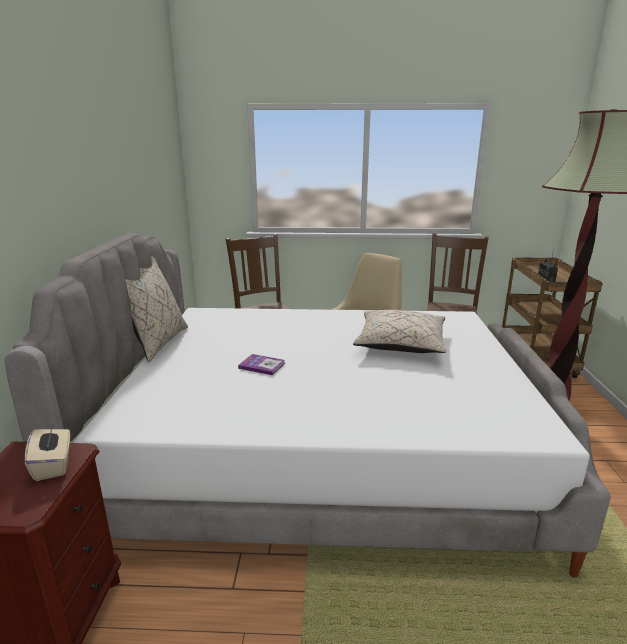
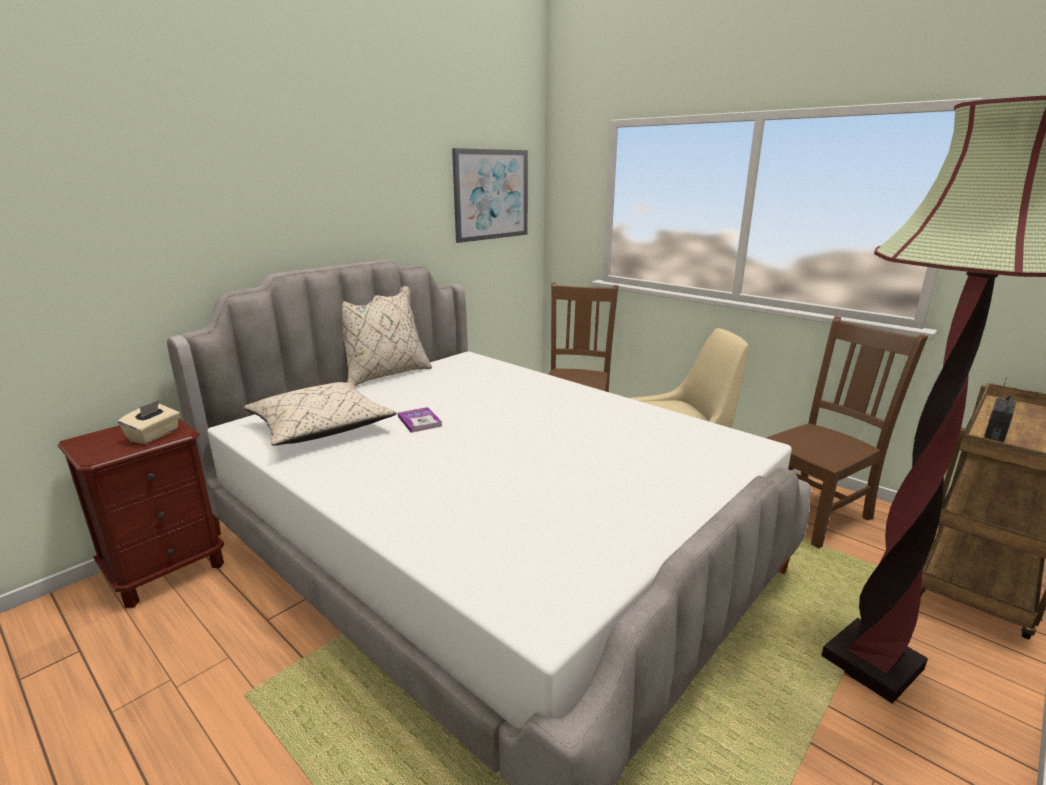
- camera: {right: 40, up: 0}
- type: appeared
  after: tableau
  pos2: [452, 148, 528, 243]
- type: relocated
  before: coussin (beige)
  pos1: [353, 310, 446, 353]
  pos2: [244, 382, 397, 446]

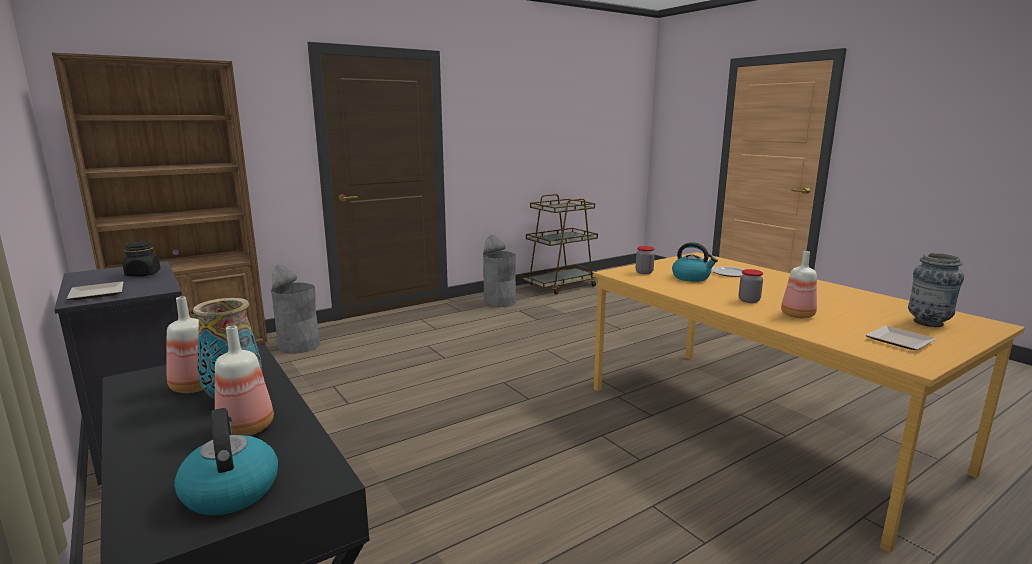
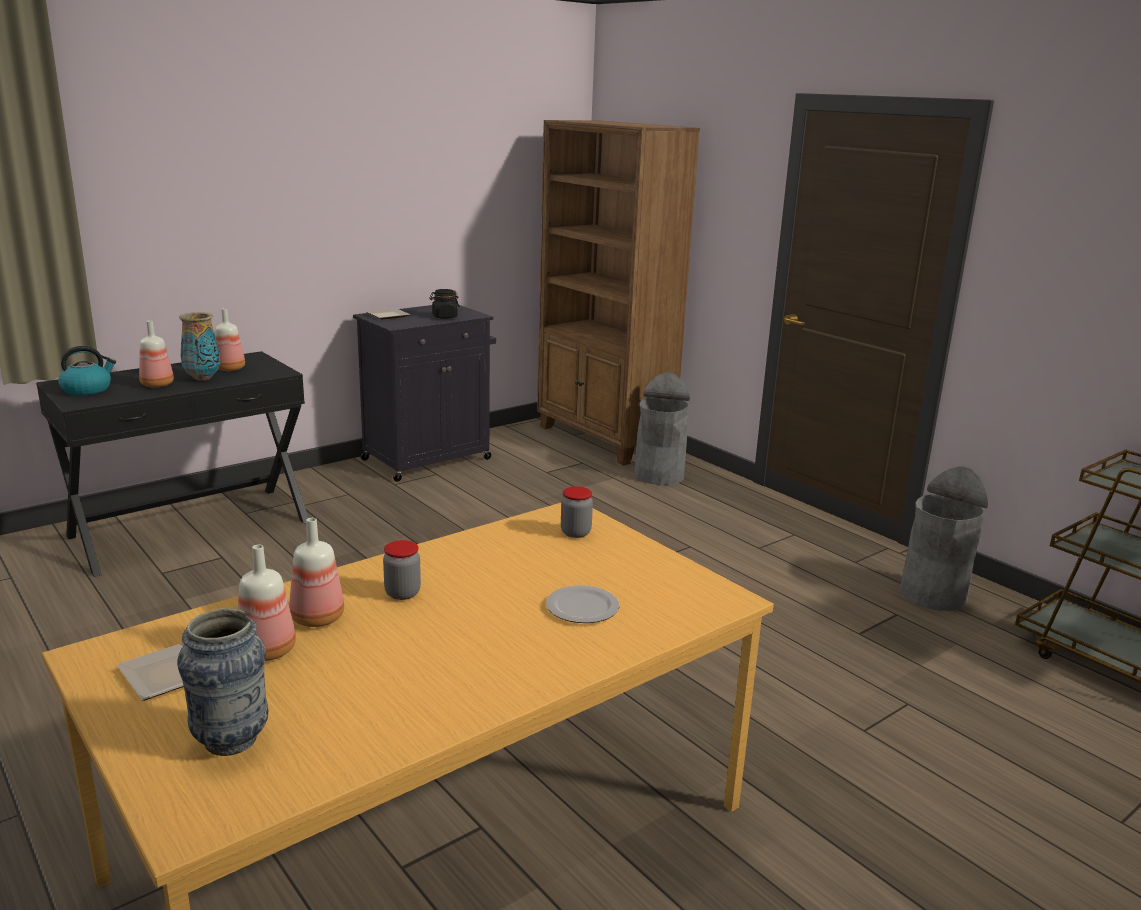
- camera: {right: 85, up: 5}
- type: missing
  before: bouilloire
  pos1: [672, 242, 718, 282]
- type: appeared
  after: bouteille
  pos2: [238, 545, 296, 661]

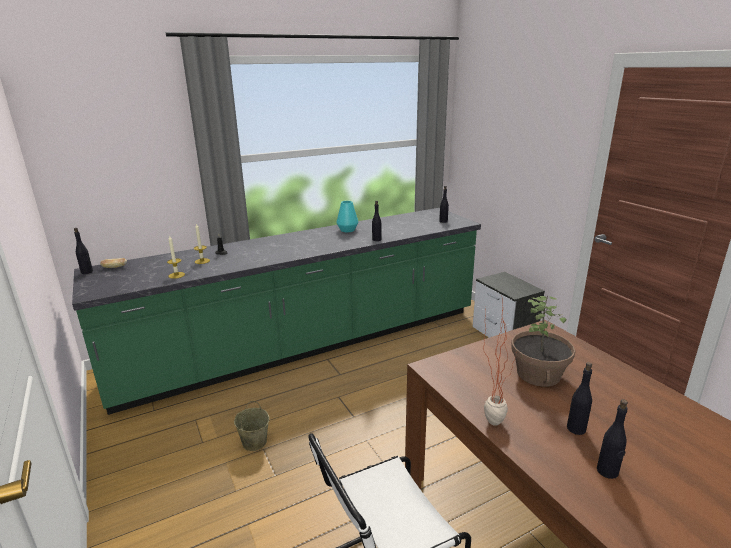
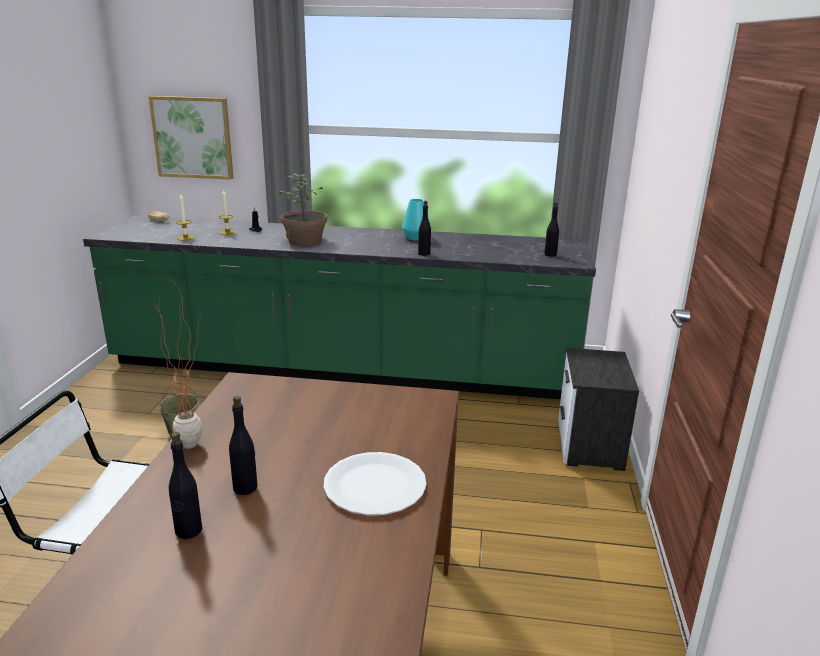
- camera: {right: 35, up: 0}
- type: missing
  before: bouteille (noir)
  pos1: [74, 228, 93, 274]
- type: appeared
  after: tableau
  pos2: [149, 96, 234, 180]
- type: appeared
  after: assiette (blanc)
  pos2: [324, 452, 426, 515]
- type: relocated
  before: plante en pot
  pos1: [511, 296, 575, 387]
  pos2: [279, 173, 327, 246]

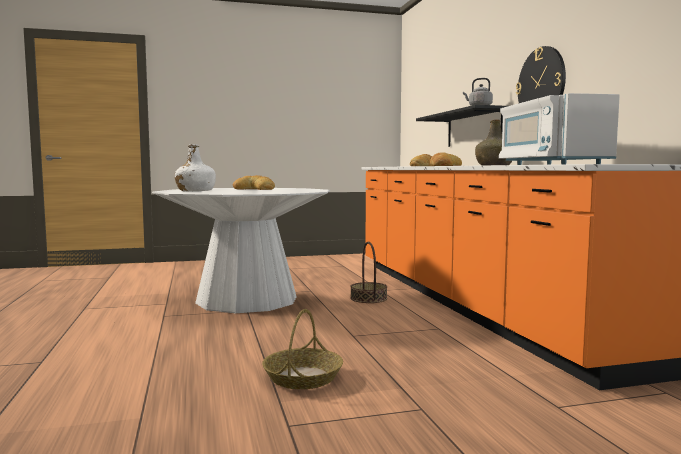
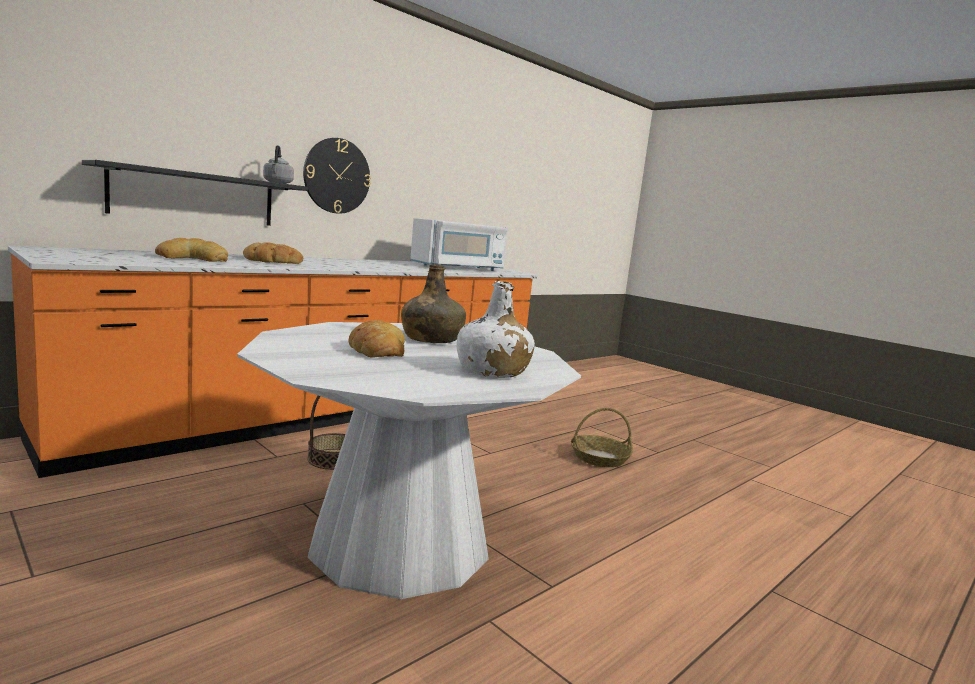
- camera: {right: -120, up: 5}
- type: relocated
  before: bouteille (vert)
  pos1: [475, 120, 512, 165]
  pos2: [401, 265, 466, 343]

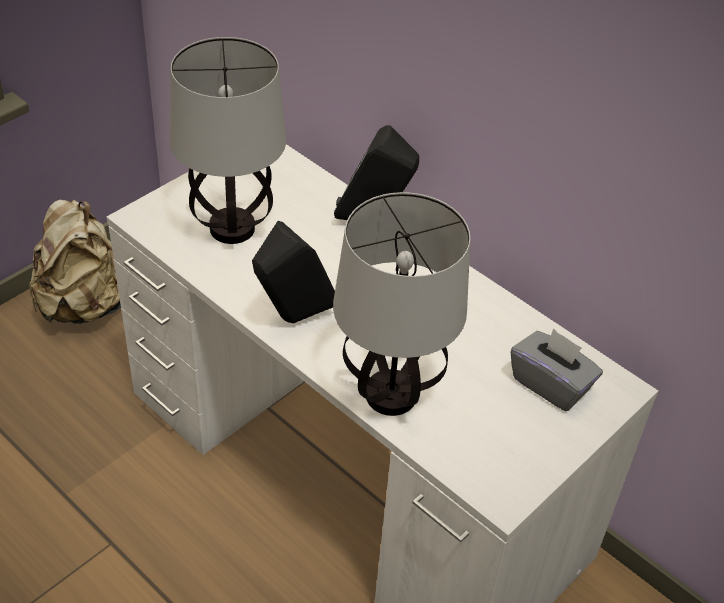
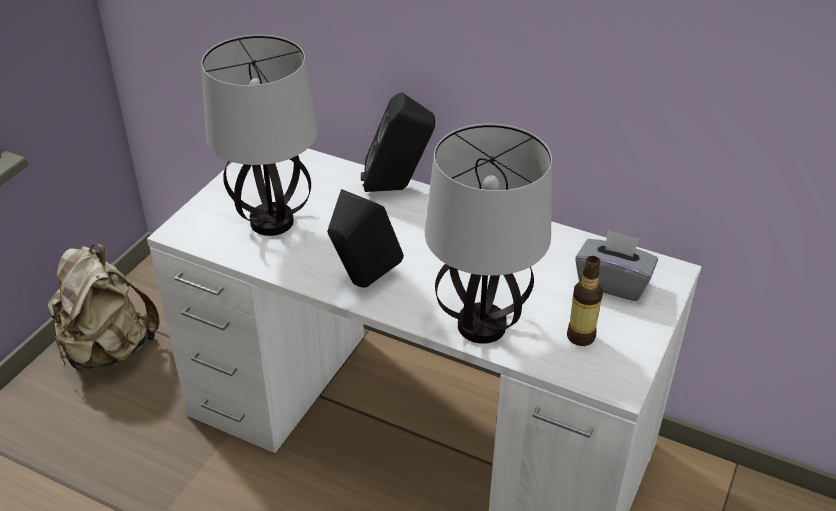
- camera: {right: -15, up: -5}
- type: appeared
  after: bouteille
  pos2: [567, 256, 603, 346]

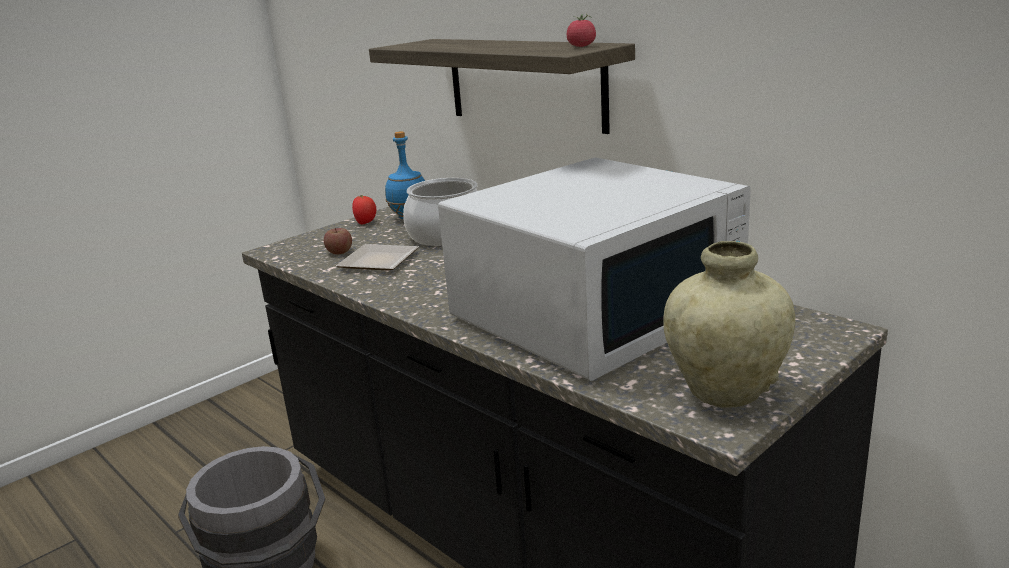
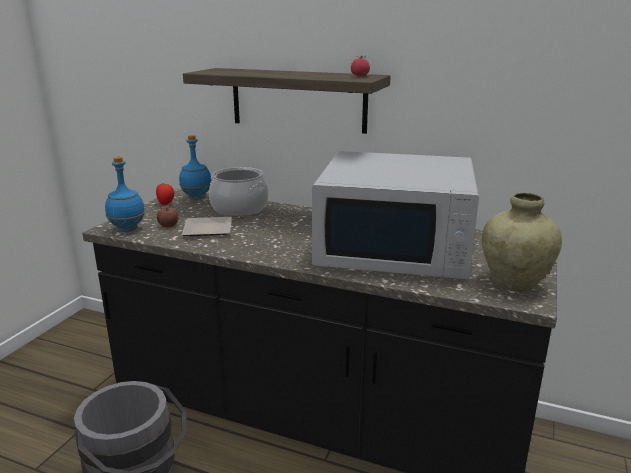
- camera: {right: -25, up: 0}
- type: appeared
  after: bouteille (bleu)
  pos2: [105, 157, 145, 232]
- type: spun
  before: micro-ondes (blanc)
  pos1: [438, 158, 751, 381]
  pos2: [312, 151, 479, 279]
  turn: 75

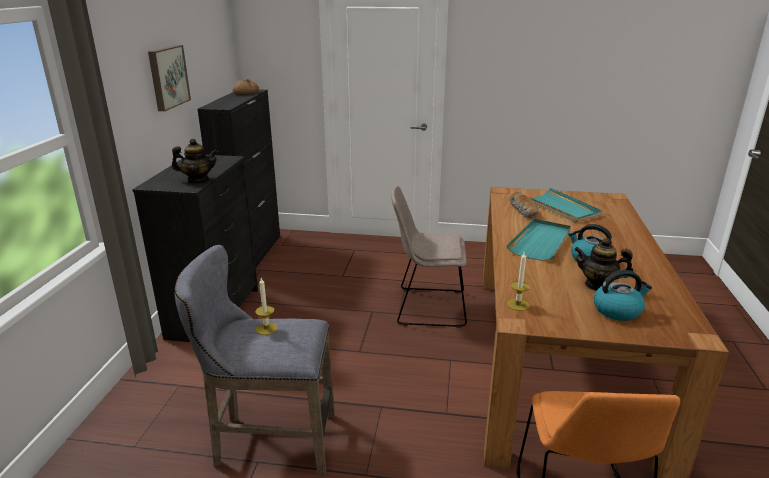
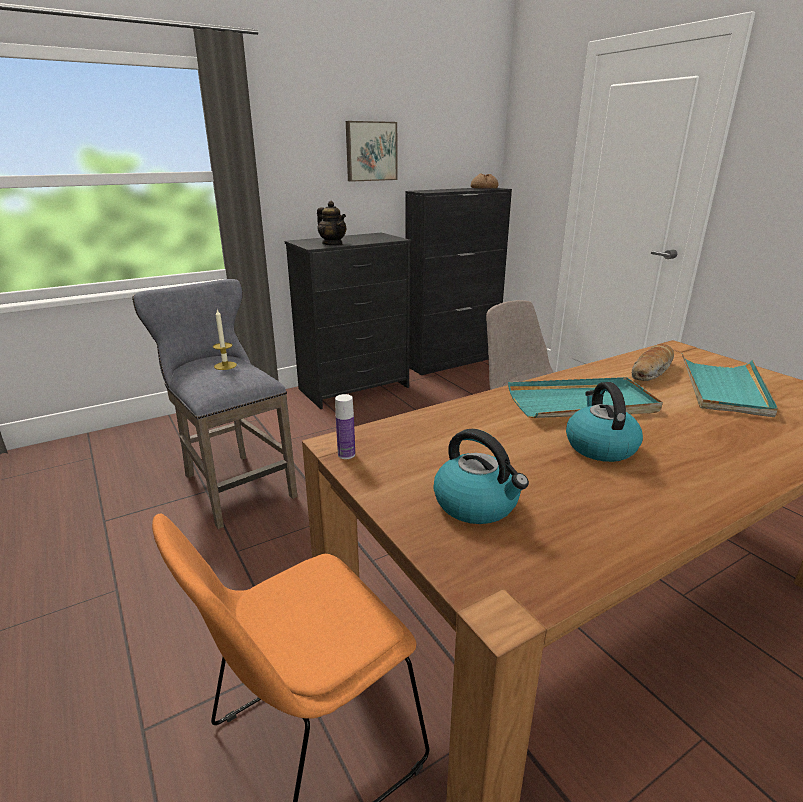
- camera: {right: 50, up: 0}
- type: missing
  before: bougie
  pos1: [507, 252, 530, 311]
- type: missing
  before: théière
  pos1: [574, 238, 633, 291]
- type: appeared
  after: bouteille
  pos2: [335, 394, 355, 459]

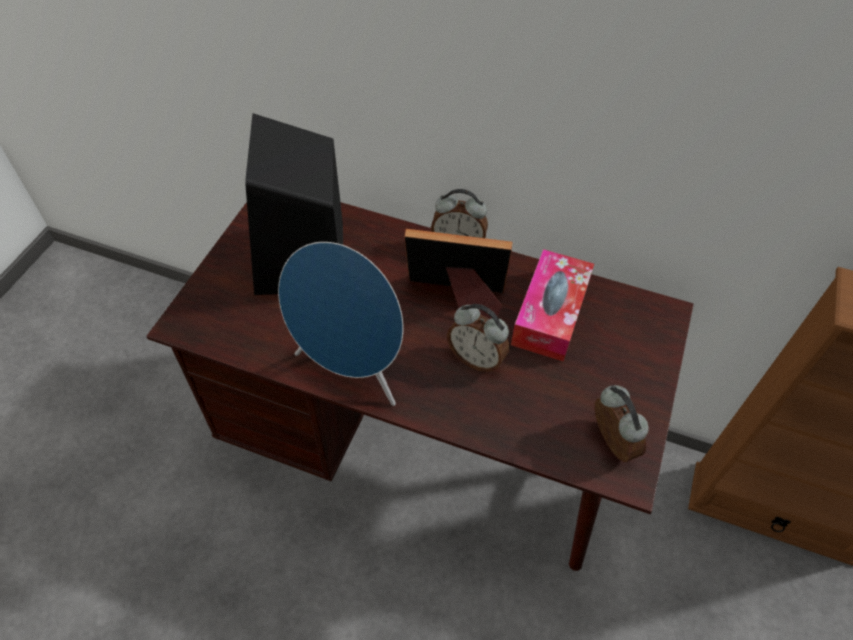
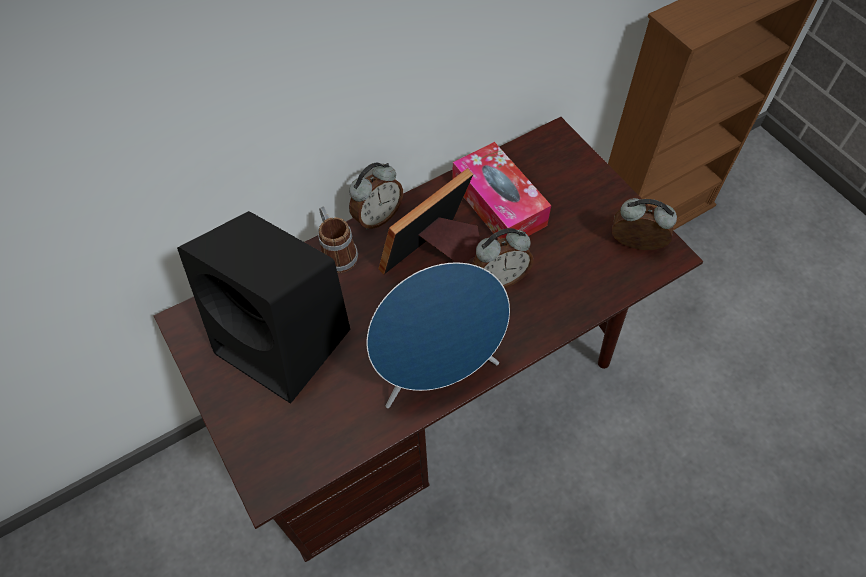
- camera: {right: -50, up: 5}
- type: appeared
  after: mug
  pos2: [318, 206, 358, 273]

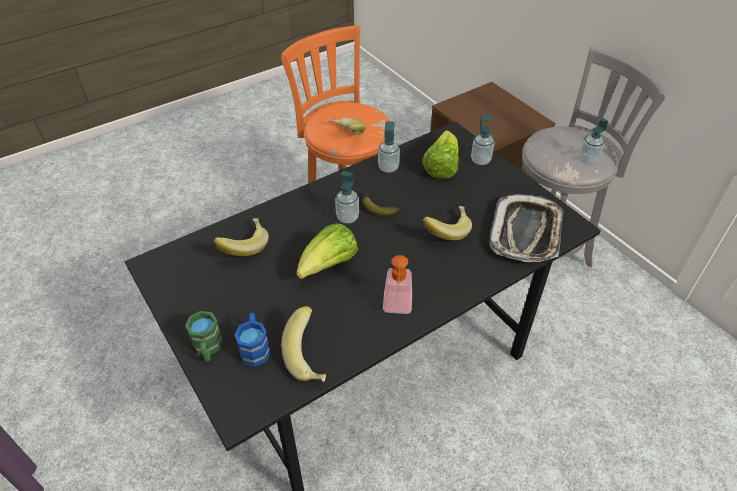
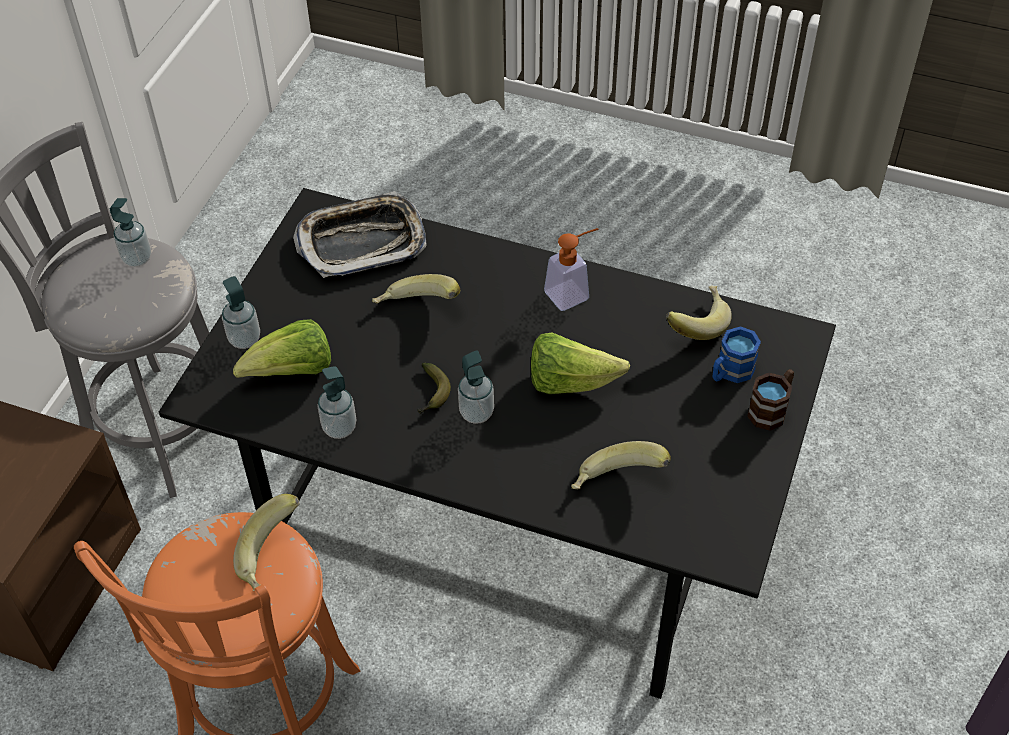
- camera: {right: -125, up: 5}
- type: colour
  before: mug (vert)
  after: mug (marron)
  pos1: [185, 311, 223, 362]
  pos2: [747, 369, 794, 431]

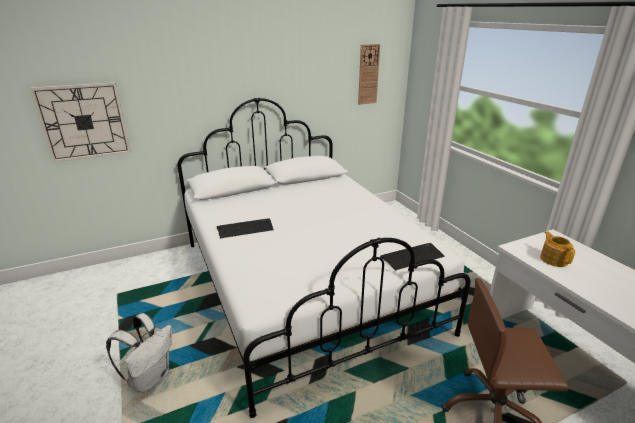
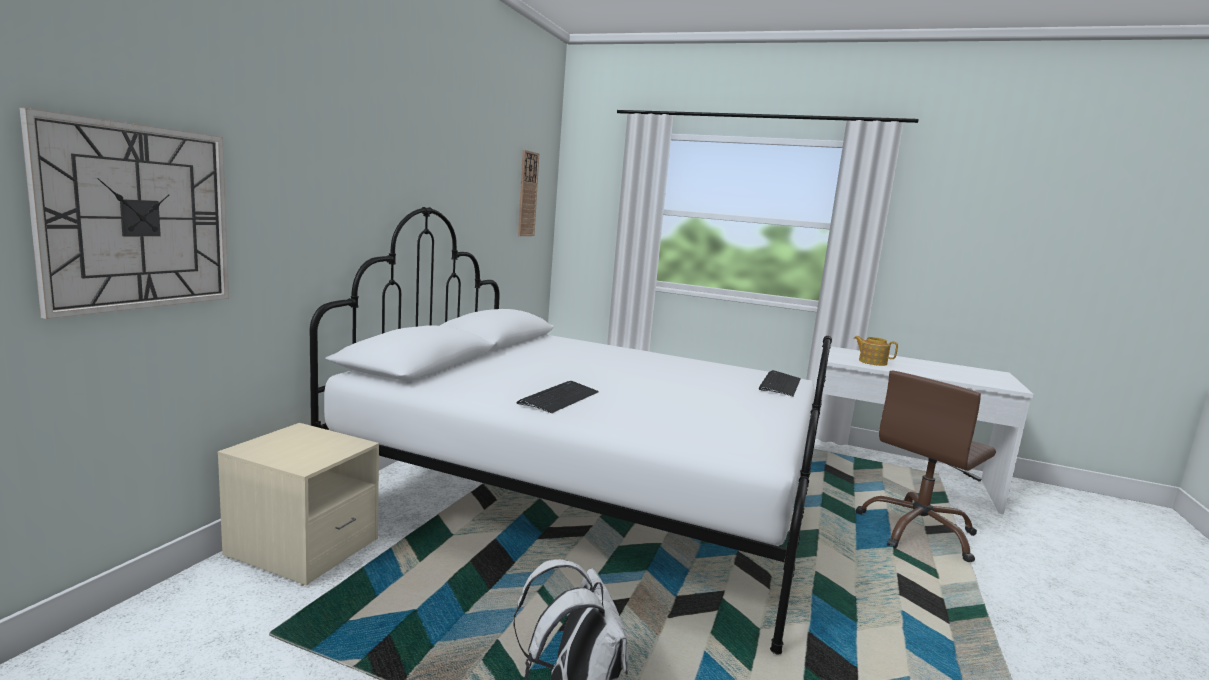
- camera: {right: -45, up: -15}
- type: appeared
  after: table de chevet (beige)
  pos2: [218, 423, 379, 586]

